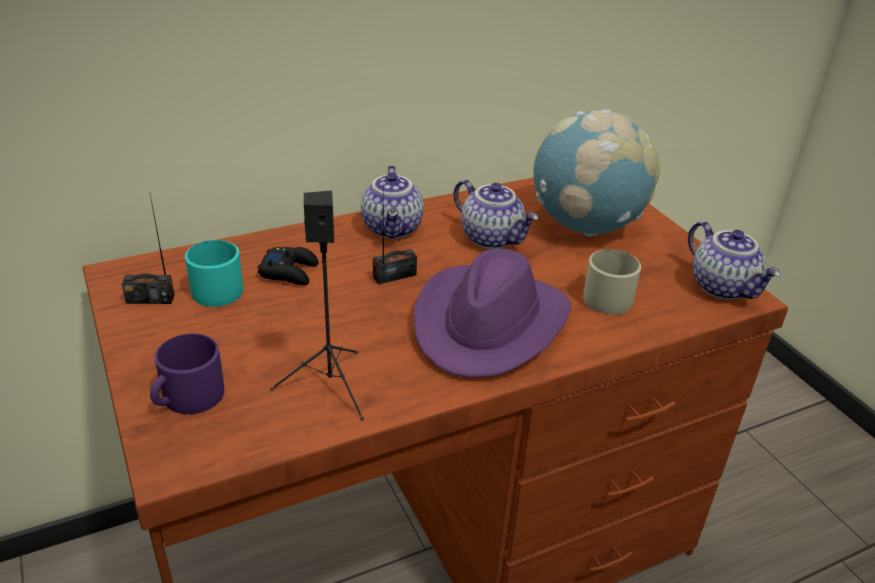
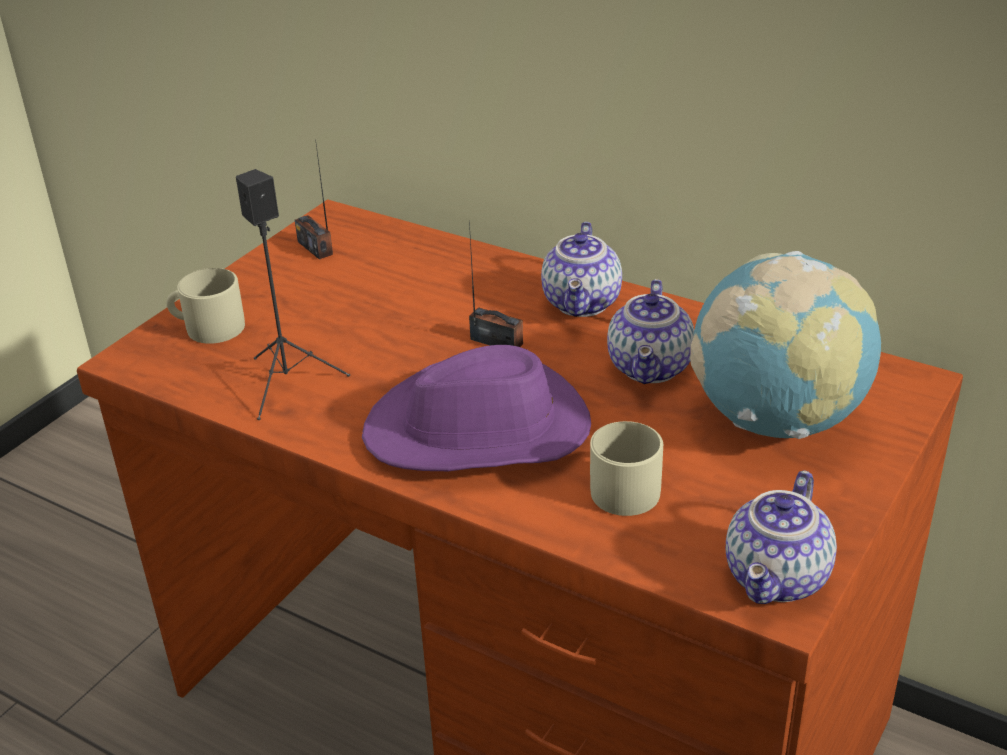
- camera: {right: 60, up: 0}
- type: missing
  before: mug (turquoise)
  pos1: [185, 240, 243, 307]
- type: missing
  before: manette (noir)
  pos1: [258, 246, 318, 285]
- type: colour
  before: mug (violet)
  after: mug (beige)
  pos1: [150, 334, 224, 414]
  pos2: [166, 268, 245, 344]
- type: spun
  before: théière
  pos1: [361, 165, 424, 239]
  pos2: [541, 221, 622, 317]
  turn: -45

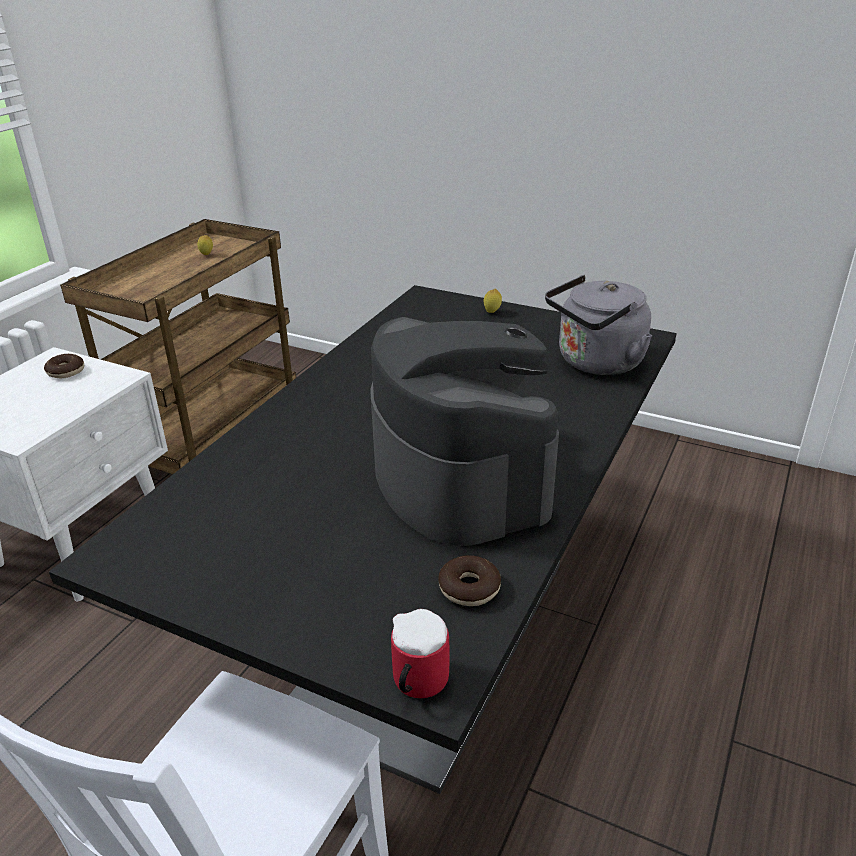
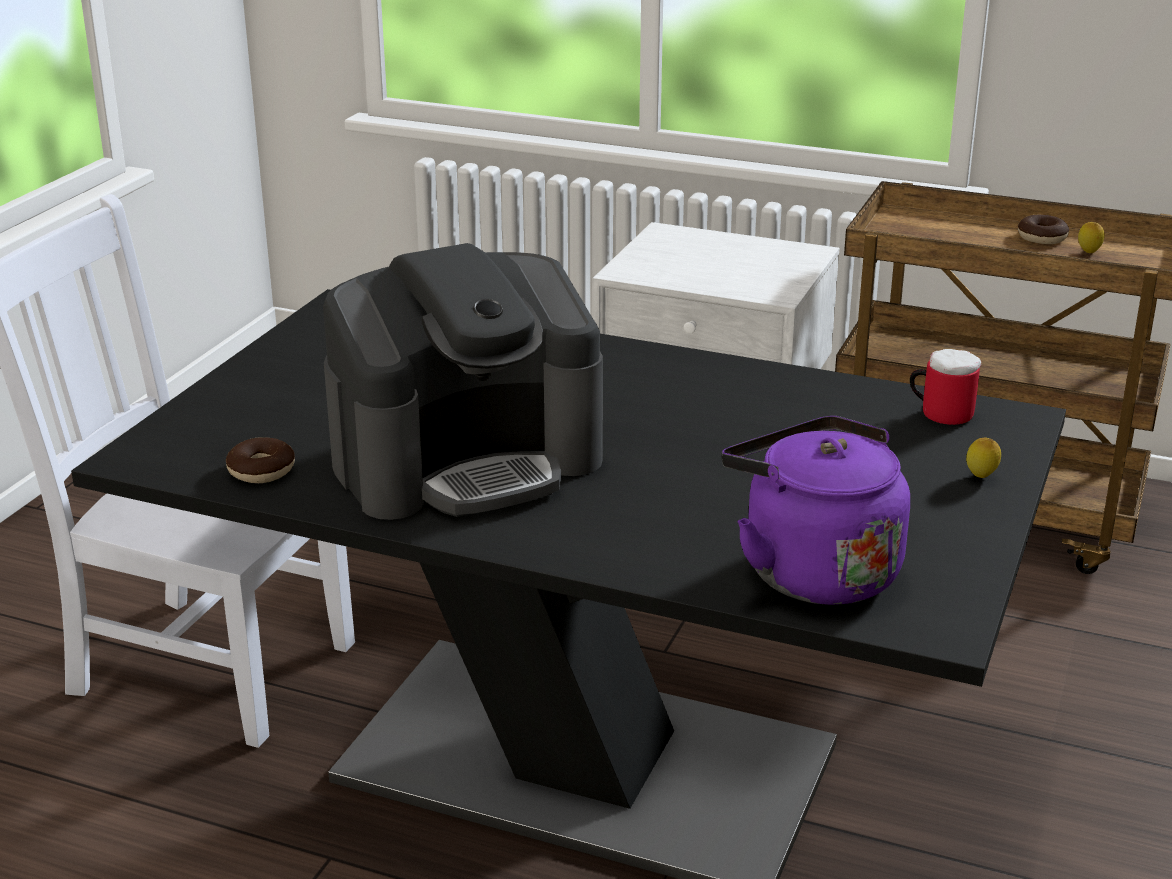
- camera: {right: 85, up: -5}
- type: relocated
  before: beignet
  pos1: [44, 354, 84, 378]
  pos2: [1018, 215, 1069, 244]
- type: relocated
  before: mug
  pos1: [391, 609, 449, 698]
  pos2: [910, 349, 981, 425]
- type: colour
  before: bouilloire (gris)
  after: bouilloire (violet)
  pos1: [545, 275, 652, 375]
  pos2: [722, 416, 910, 605]

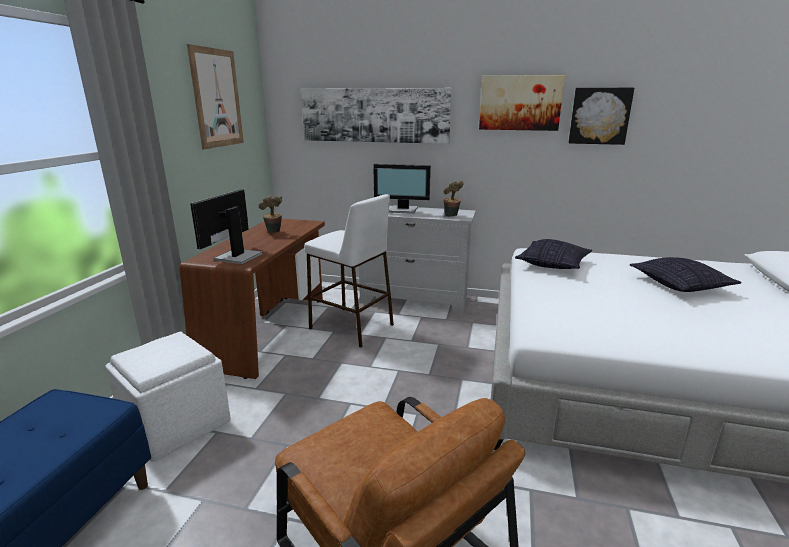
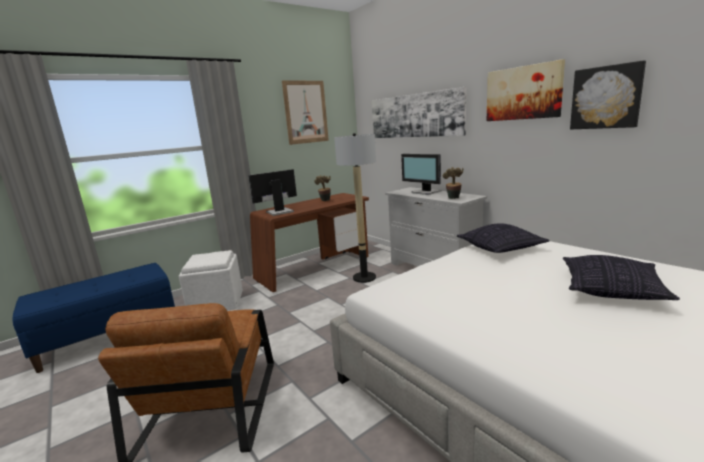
- camera: {right: 40, up: -5}
- type: exchanged
  before: tabouret (blanc)
  after: lampadaire
  pos1: [304, 194, 394, 347]
  pos2: [334, 133, 376, 283]

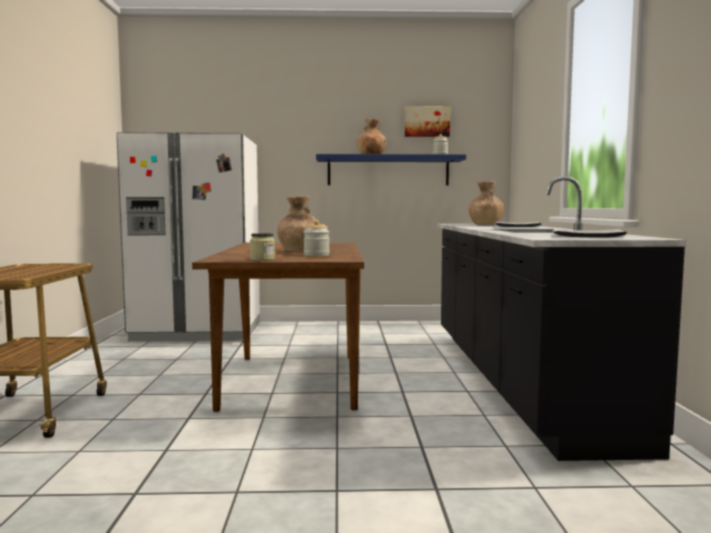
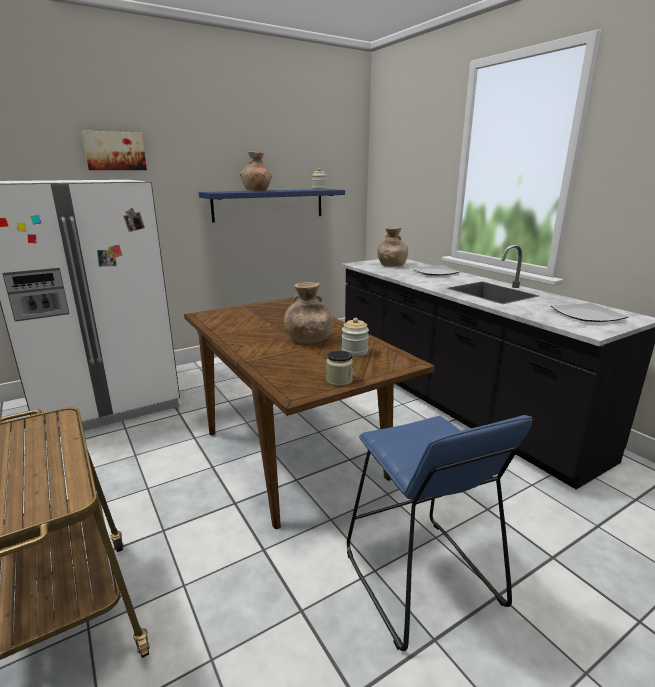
- camera: {right: -30, up: 15}
- type: appeared
  after: tabouret (bleu)
  pos2: [347, 415, 532, 651]
- type: relocated
  before: tableau
  pos1: [405, 106, 450, 137]
  pos2: [82, 130, 147, 170]

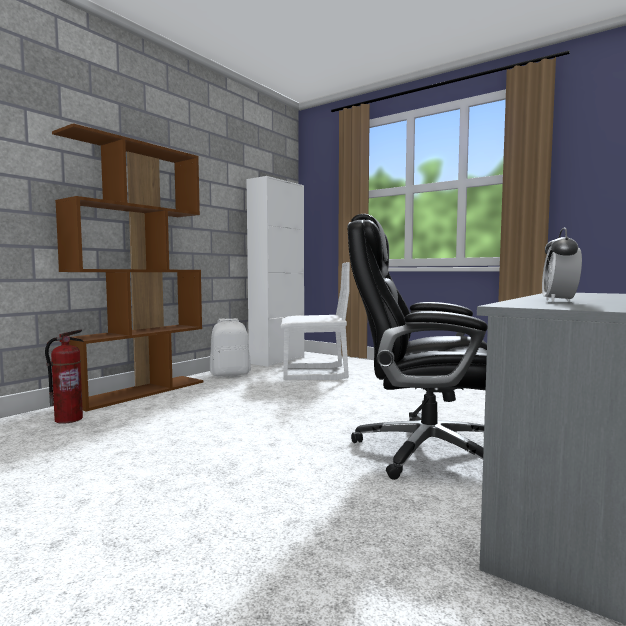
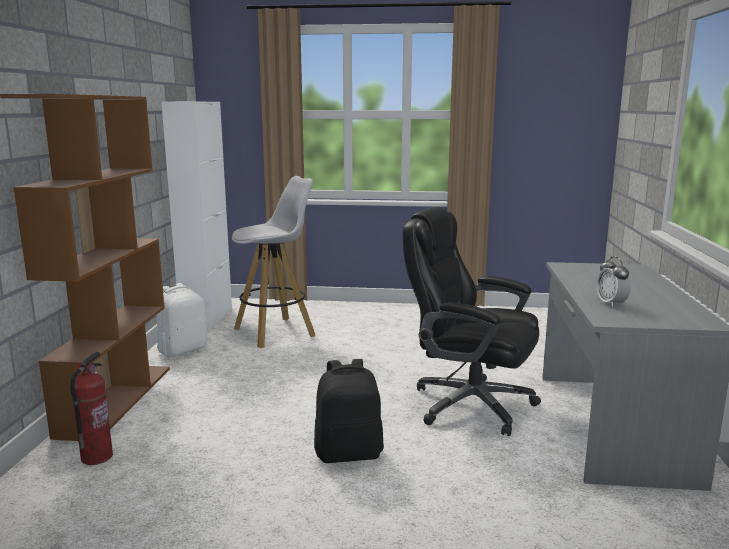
- camera: {right: -30, up: 10}
- type: appeared
  after: sac à dos (noir)
  pos2: [314, 359, 384, 463]
- type: exchanged
  before: chaise (blanc)
  after: tabouret (blanc)
  pos1: [280, 262, 350, 380]
  pos2: [232, 176, 315, 348]
- type: spun
  before: chaise de bureau (noir)
  pos1: [347, 214, 488, 480]
  pos2: [403, 206, 541, 436]
  turn: 45

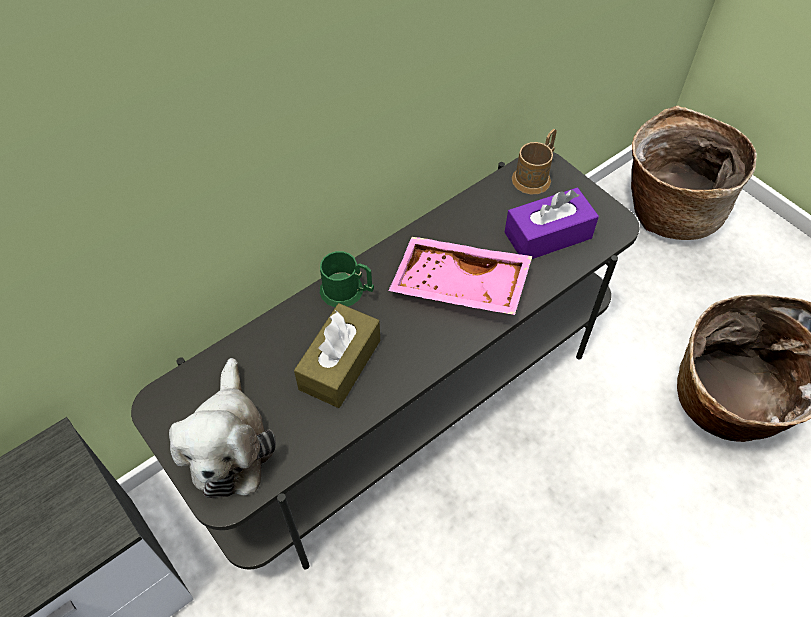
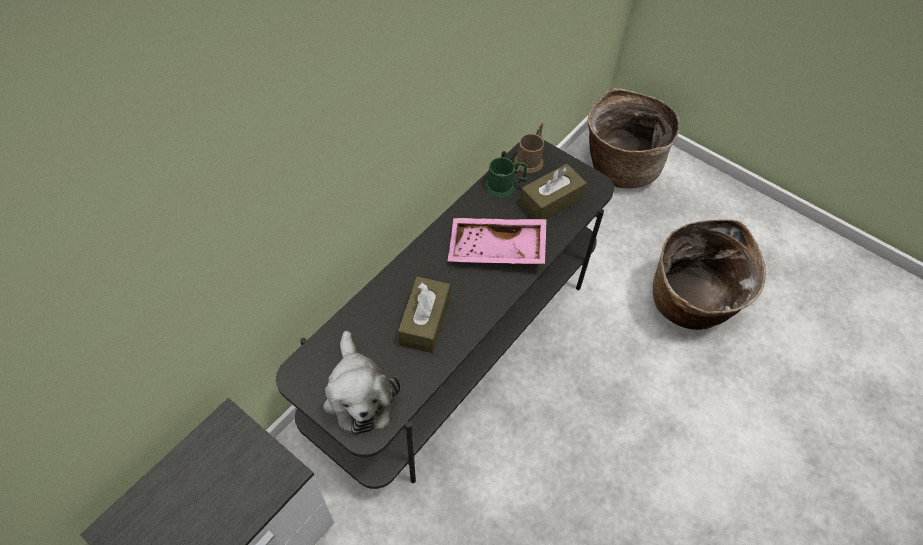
- camera: {right: -15, up: 0}
- type: relocated
  before: mug (vert)
  pos1: [320, 251, 374, 307]
  pos2: [485, 157, 527, 198]
- type: colour
  before: boîte à mouchoirs (violet)
  after: boîte à mouchoirs (marron)
  pos1: [504, 188, 599, 259]
  pos2: [519, 164, 587, 219]

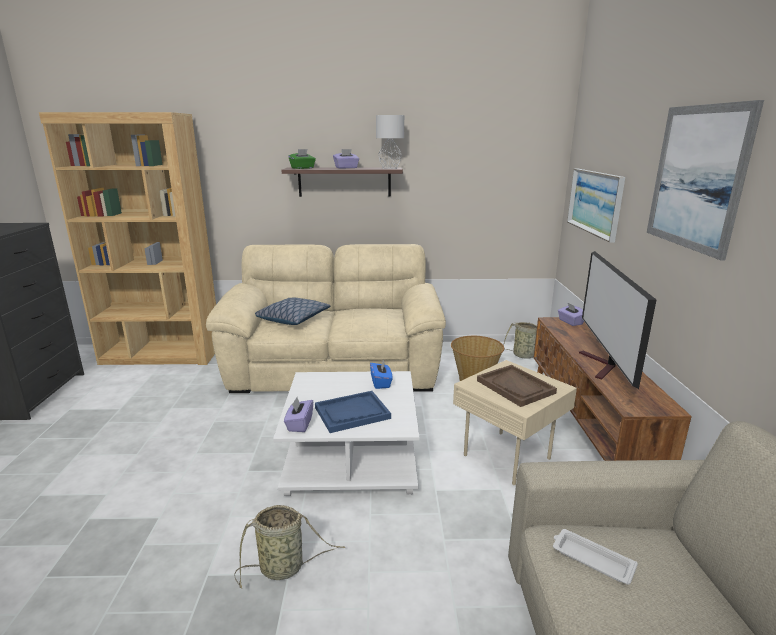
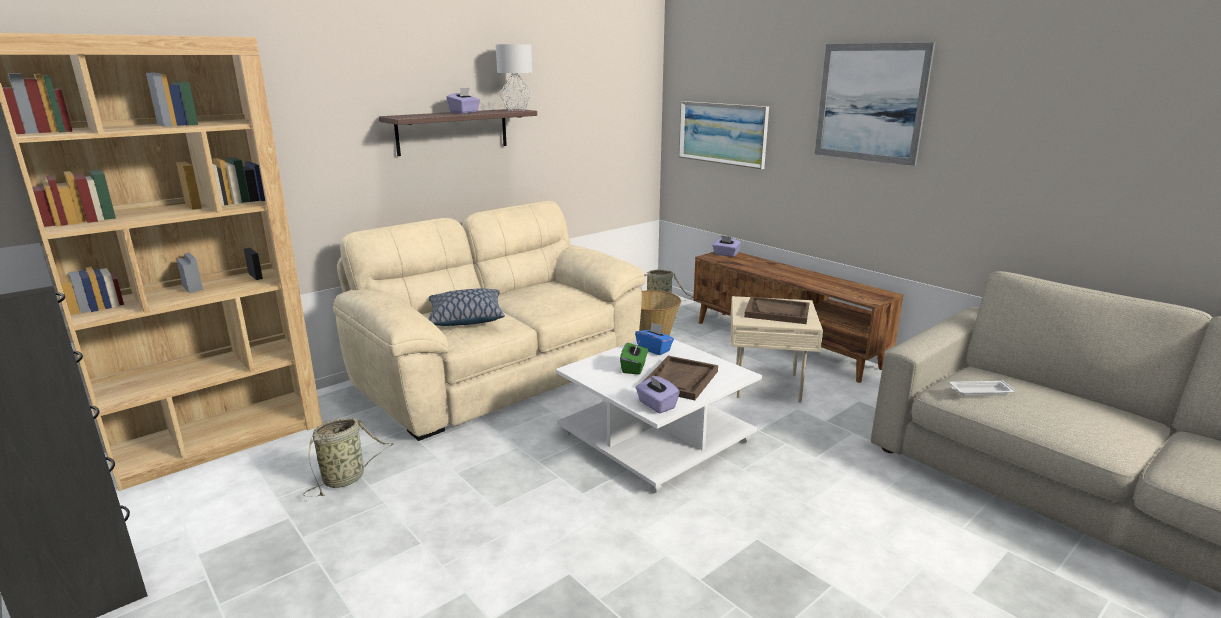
- camera: {right: -40, up: 0}
- type: missing
  before: téléviseur
  pos1: [579, 251, 656, 389]
- type: relocated
  before: panier
  pos1: [234, 505, 346, 588]
  pos2: [303, 418, 394, 497]
- type: relocated
  before: boîte à mouchoirs (vert)
  pos1: [288, 149, 316, 169]
  pos2: [620, 341, 648, 375]
- type: colour
  before: plateau (bleu)
  after: plateau (marron)
  pos1: [315, 391, 391, 433]
  pos2: [642, 356, 718, 400]

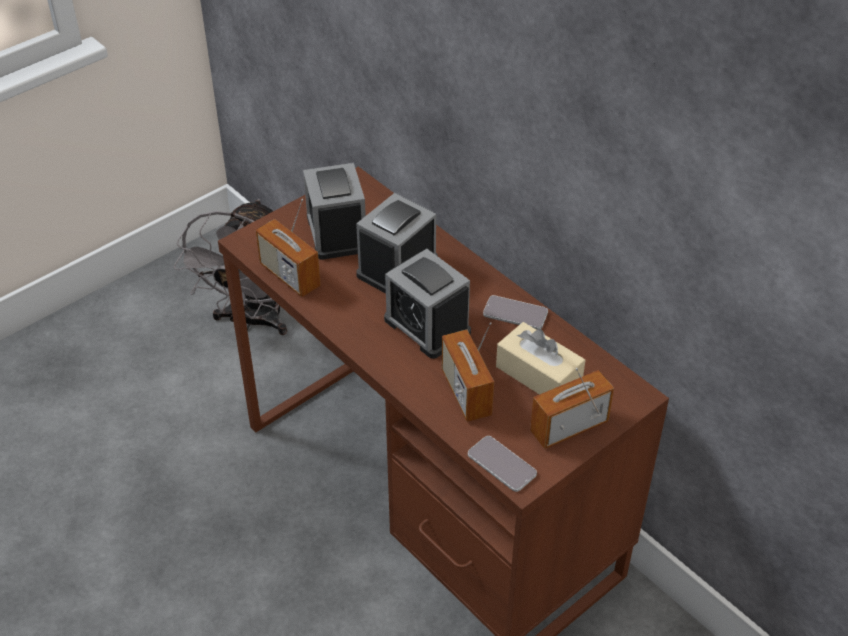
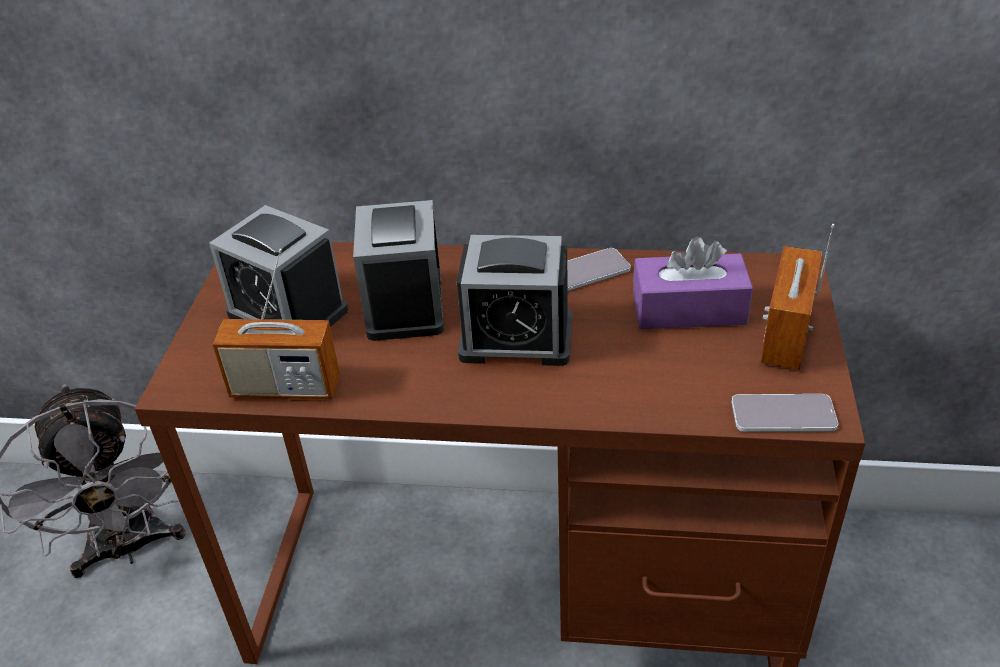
- camera: {right: -40, up: -5}
- type: missing
  before: radio
  pos1: [442, 322, 494, 422]
- type: colour
  before: boîte à mouchoirs (beige)
  after: boîte à mouchoirs (violet)
  pos1: [496, 322, 585, 395]
  pos2: [633, 237, 753, 329]

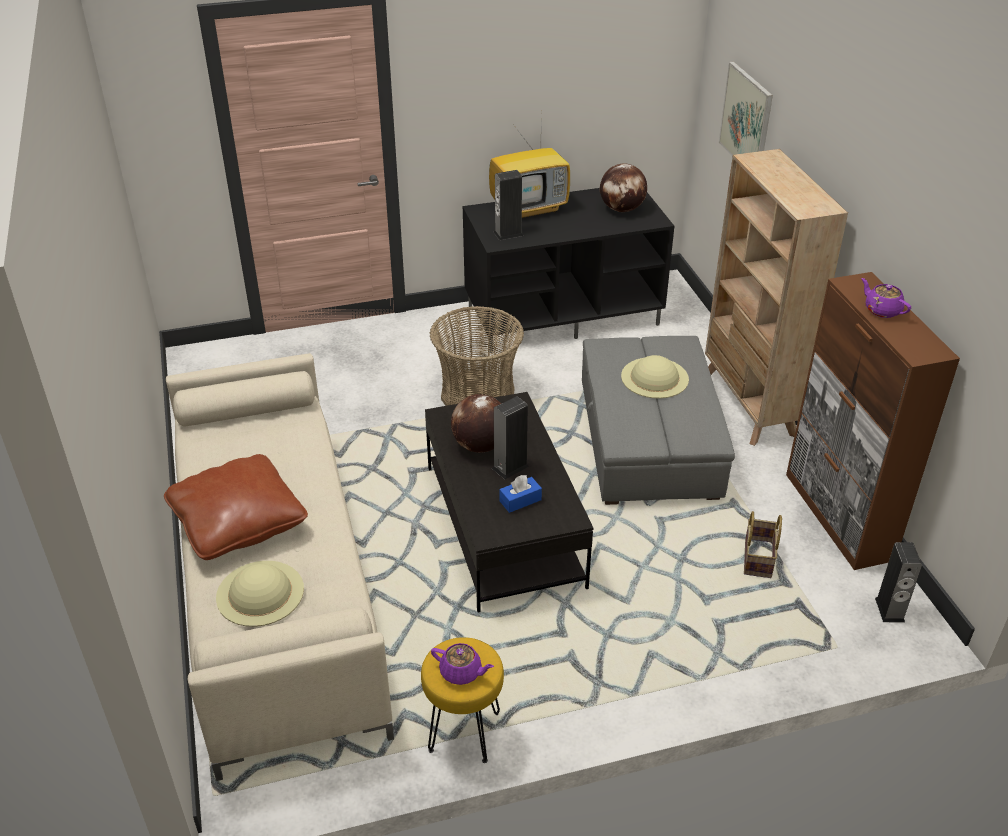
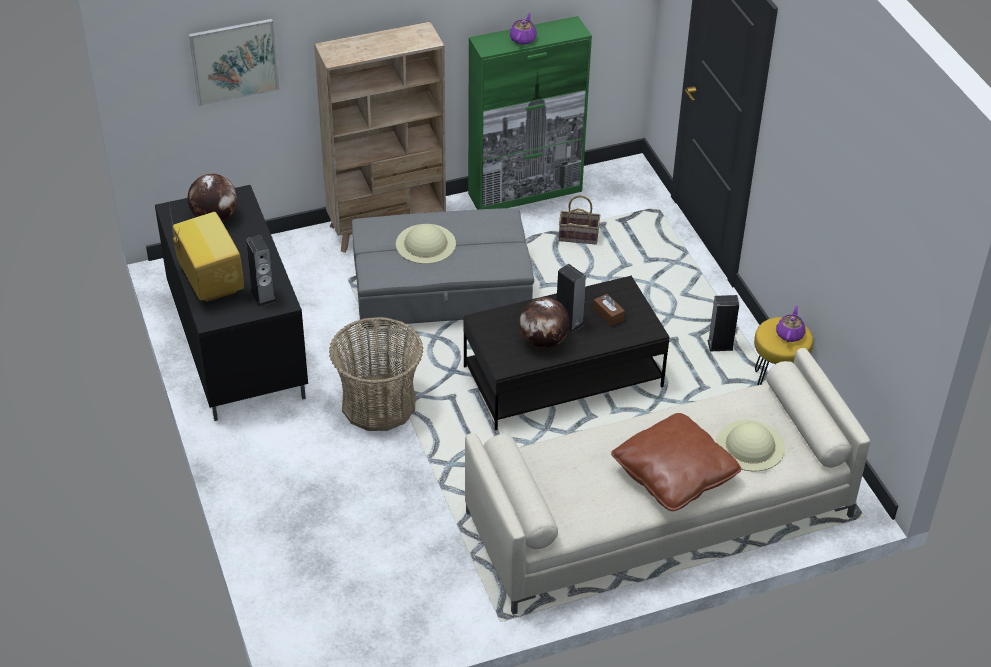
- camera: {right: -95, up: 5}
- type: relocated
  before: enceinte
  pos1: [875, 542, 922, 622]
  pos2: [707, 295, 739, 351]
- type: colour
  before: boîte à mouchoirs (bleu)
  after: boîte à mouchoirs (marron)
  pos1: [499, 475, 542, 513]
  pos2: [593, 294, 625, 326]
- type: colour
  before: meuble de rangement (marron)
  after: meuble de rangement (vert)
  pos1: [786, 272, 960, 570]
  pos2: [468, 16, 592, 210]
- type: spun
  before: théière (violet)
  pos1: [861, 278, 911, 318]
  pos2: [510, 13, 537, 45]
  turn: 150

